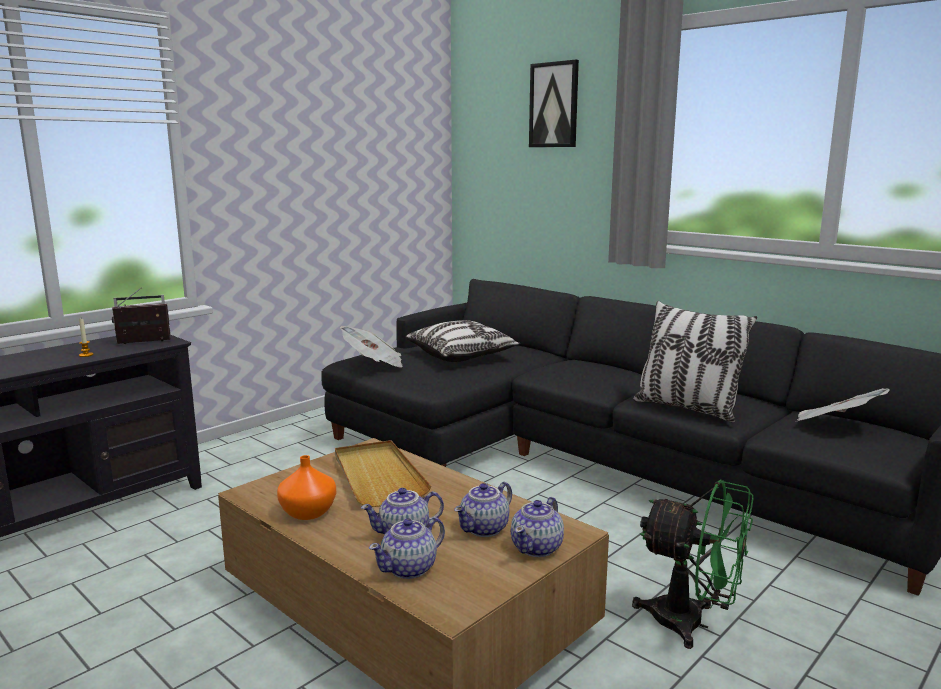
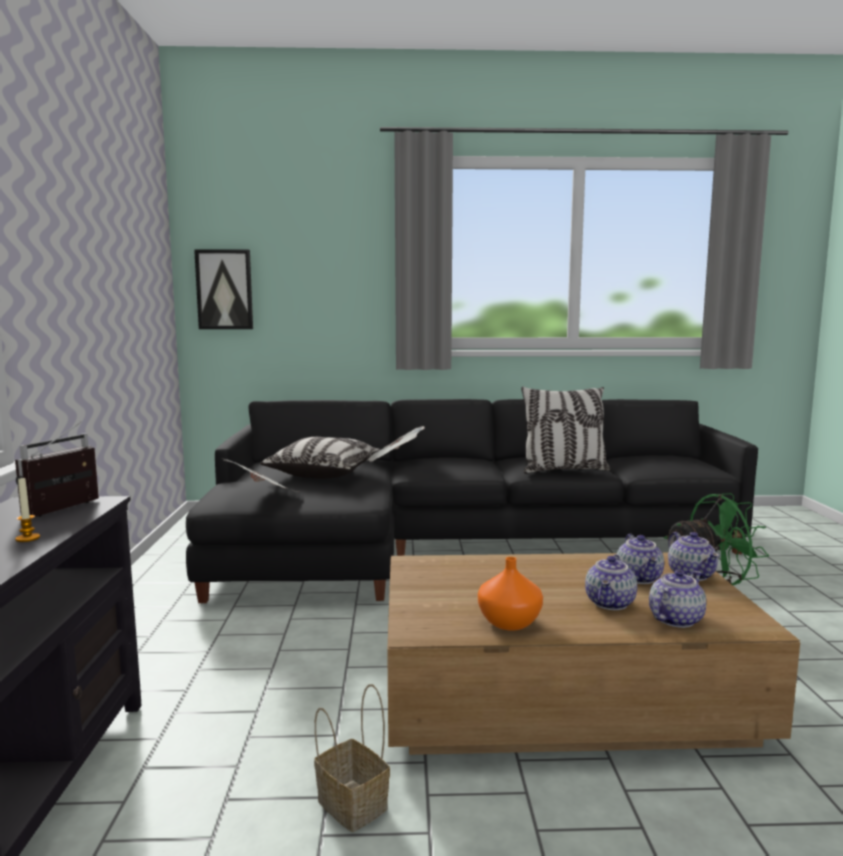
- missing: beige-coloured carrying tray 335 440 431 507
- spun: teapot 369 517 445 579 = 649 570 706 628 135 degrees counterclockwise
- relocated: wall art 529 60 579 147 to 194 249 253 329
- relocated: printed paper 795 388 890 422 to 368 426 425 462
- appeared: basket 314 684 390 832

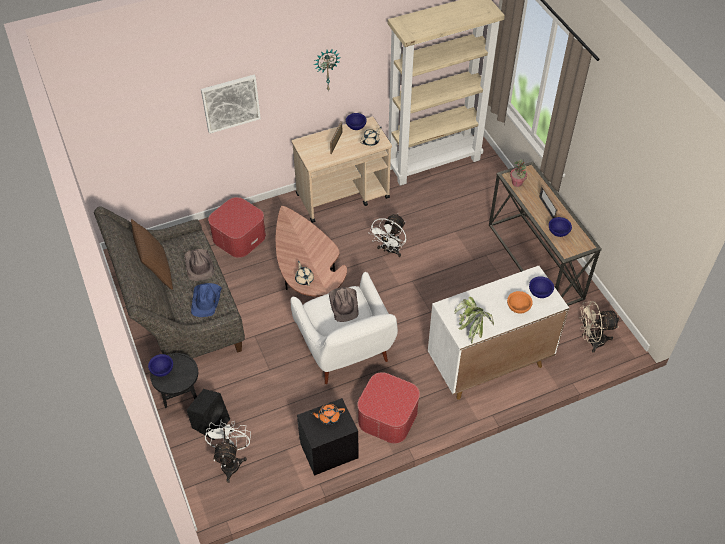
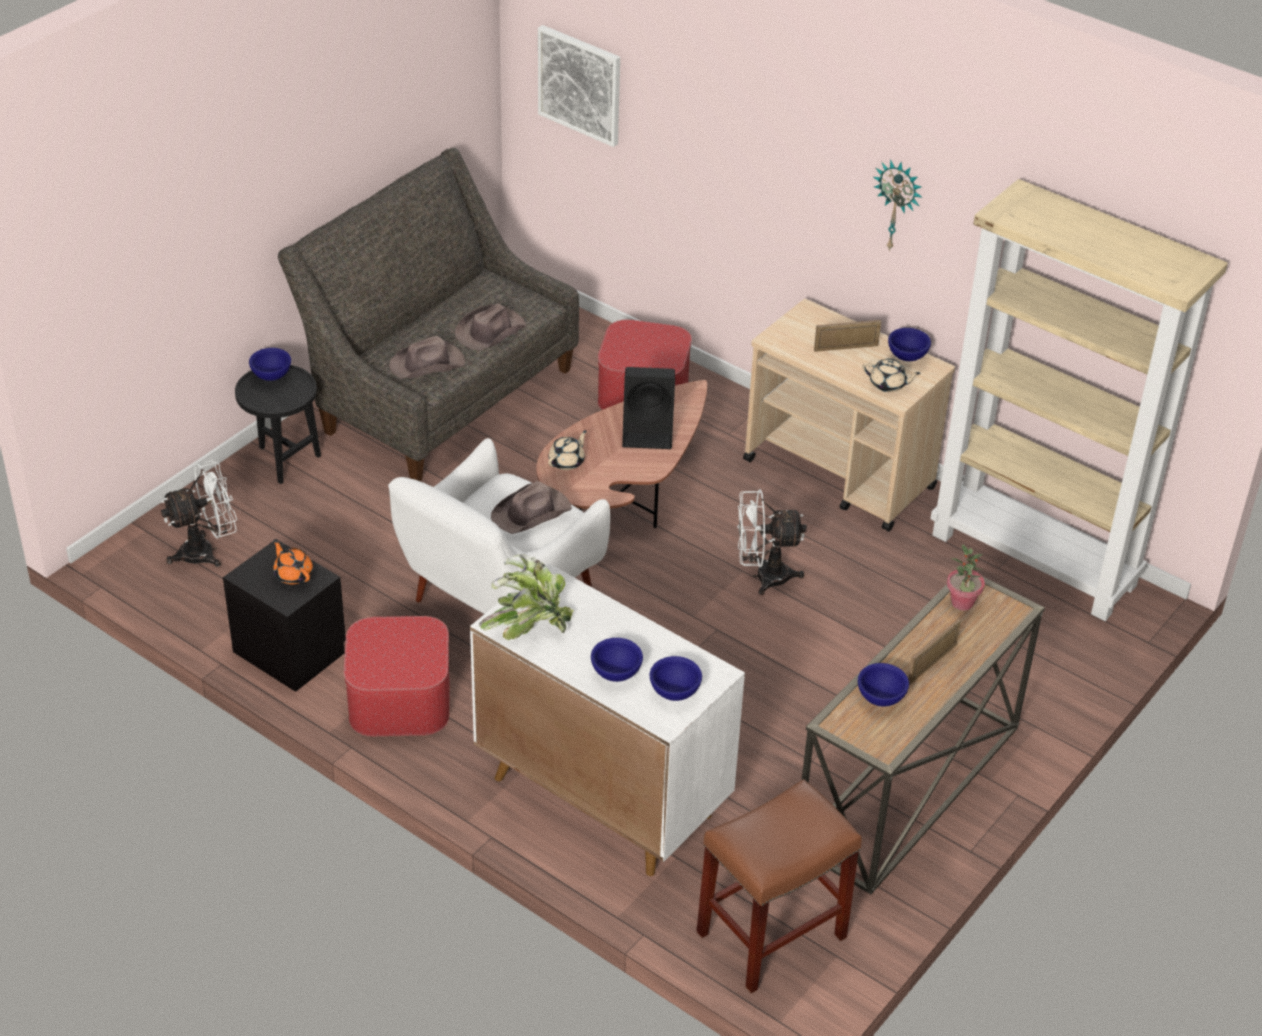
- missing: brown throw pillow 131 219 173 290
- relocated: black-coloured audio speaker 187 389 230 440 to 622 367 675 449
- colour: blue wearable hat 191 283 222 317 to brown wearable hat 389 336 465 378
- relocated: wall art 201 75 261 134 to 538 25 620 147
- colour: orangey deep dish 507 291 533 314 to blue deep dish 591 638 643 682
- exchanged: beige-coloured electric fan 579 301 619 353 to brown stool 696 779 862 994

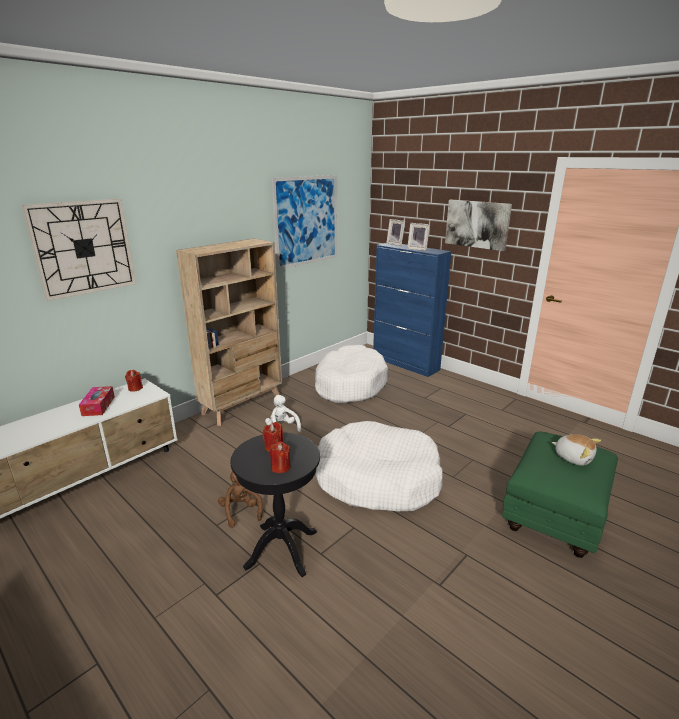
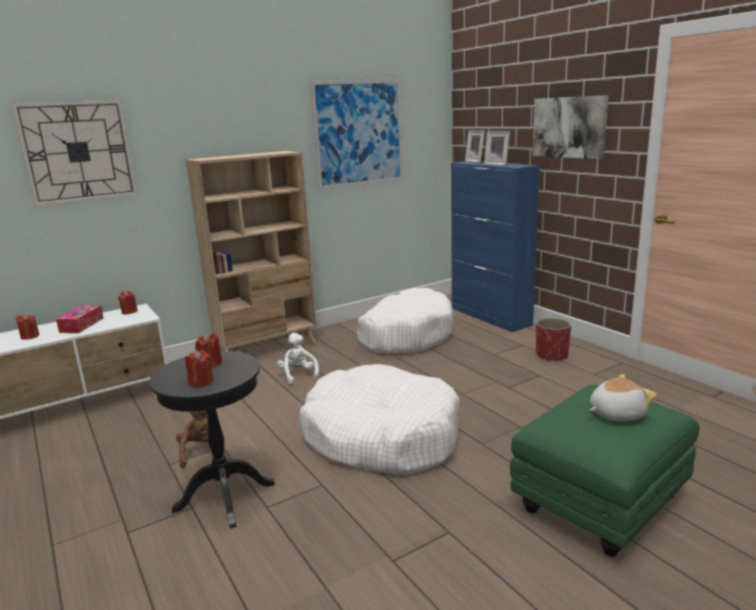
- spun: plush toy 552 434 601 466 = 590 374 656 421 75 degrees counterclockwise
- appeared: reddish wax light 16 314 40 340
- appeared: reddish plant pot 536 318 571 362

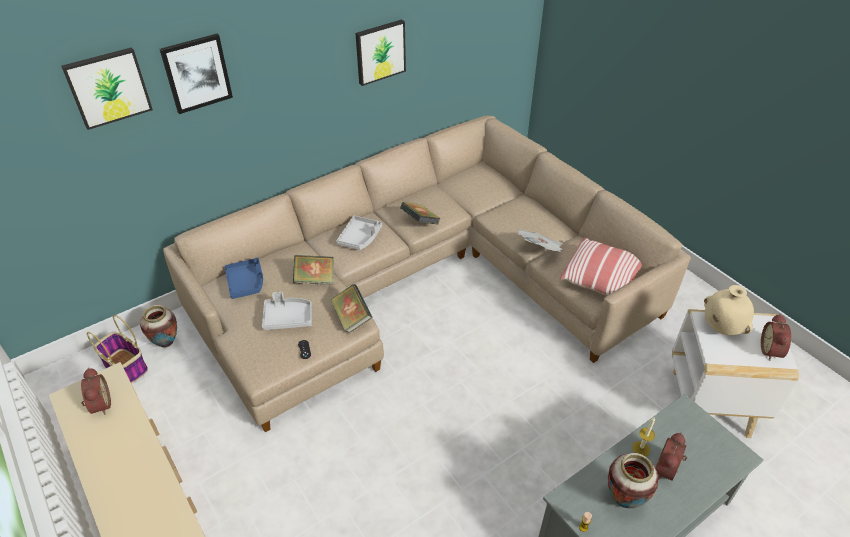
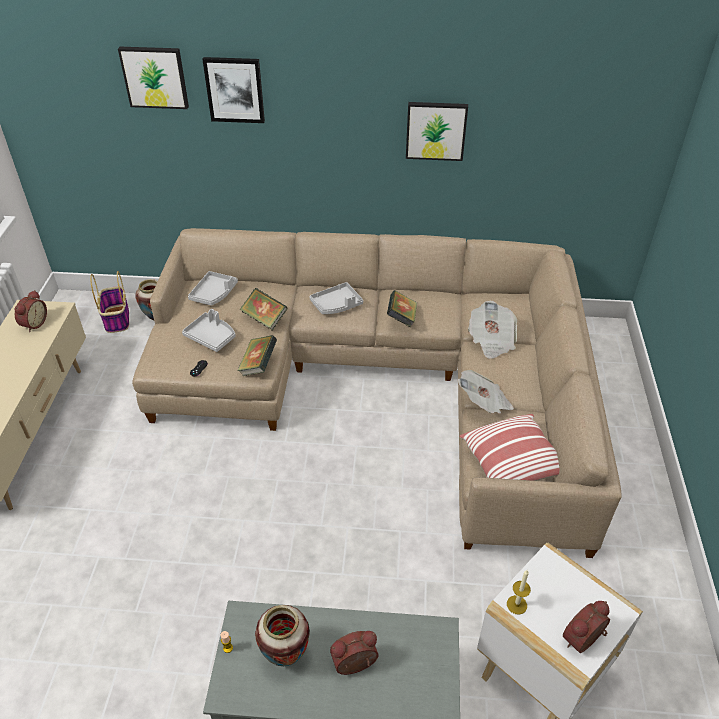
- colour: blue carrying tray 225 257 263 299 to greyish carrying tray 188 271 238 306
- relocated: wax light 632 417 655 456 to 507 570 531 615
- missing: beige-coloured flower vase 704 285 754 335
- appeared: printed paper 468 301 517 359

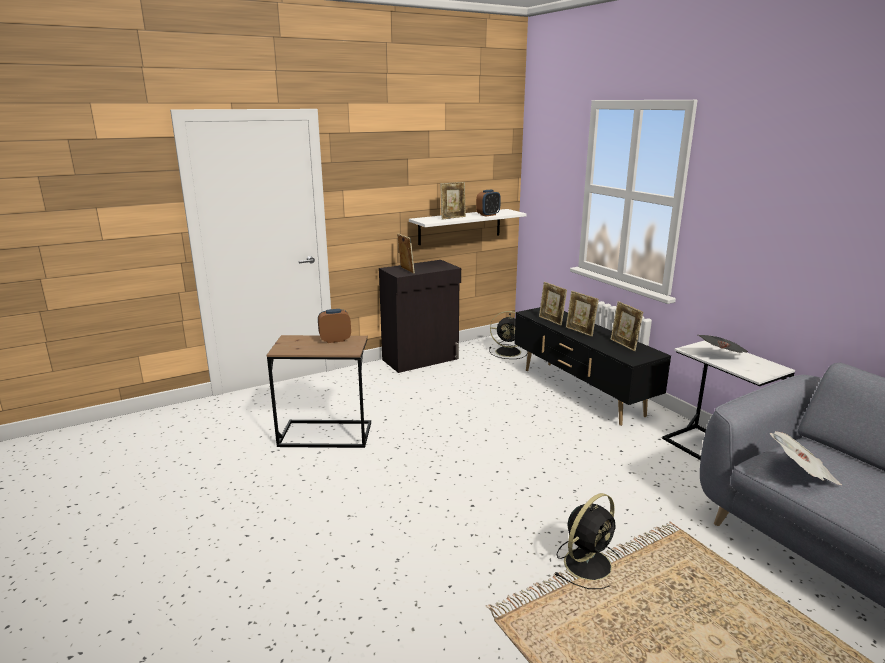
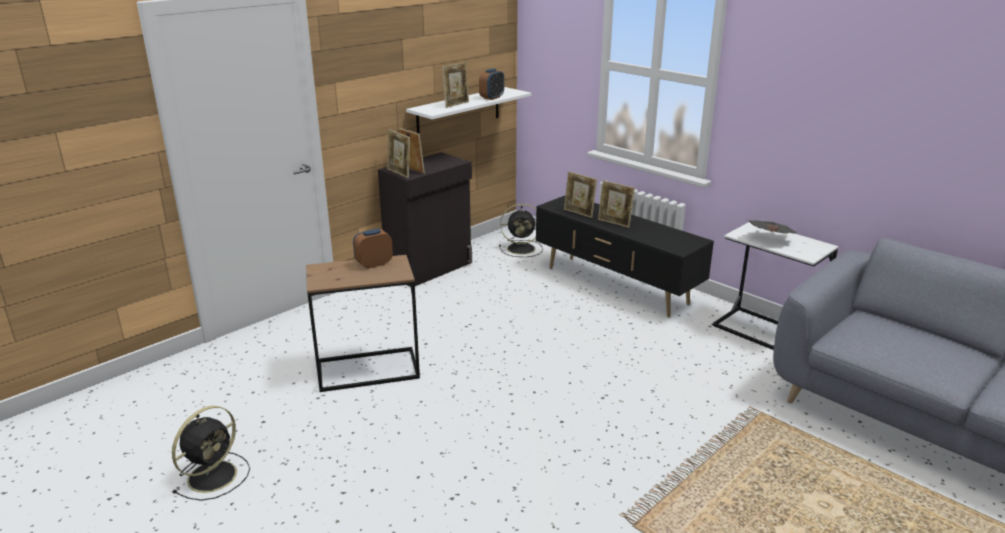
- relocated: black-coloured electric fan 554 493 620 589 to 172 406 250 501
- relocated: standing frame 610 301 643 351 to 388 129 410 178
- missing: printed paper 770 431 842 485

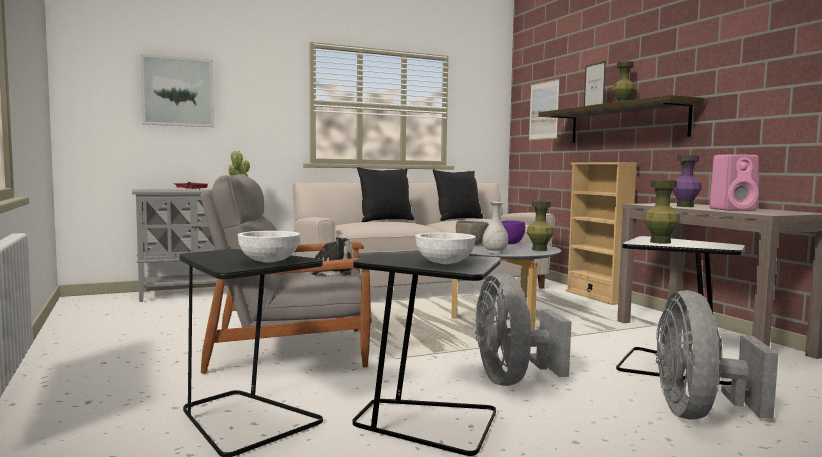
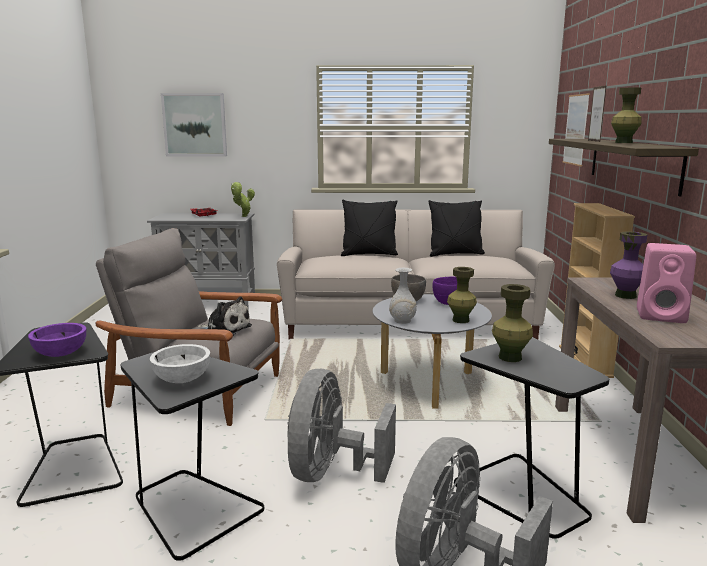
- colour: whitish deep dish 238 231 300 262 to purplish deep dish 28 323 86 357

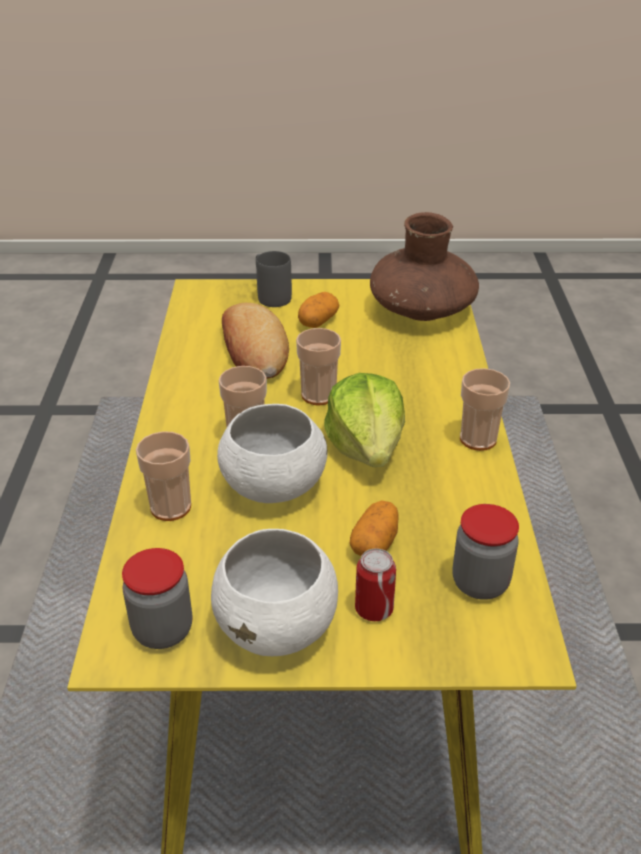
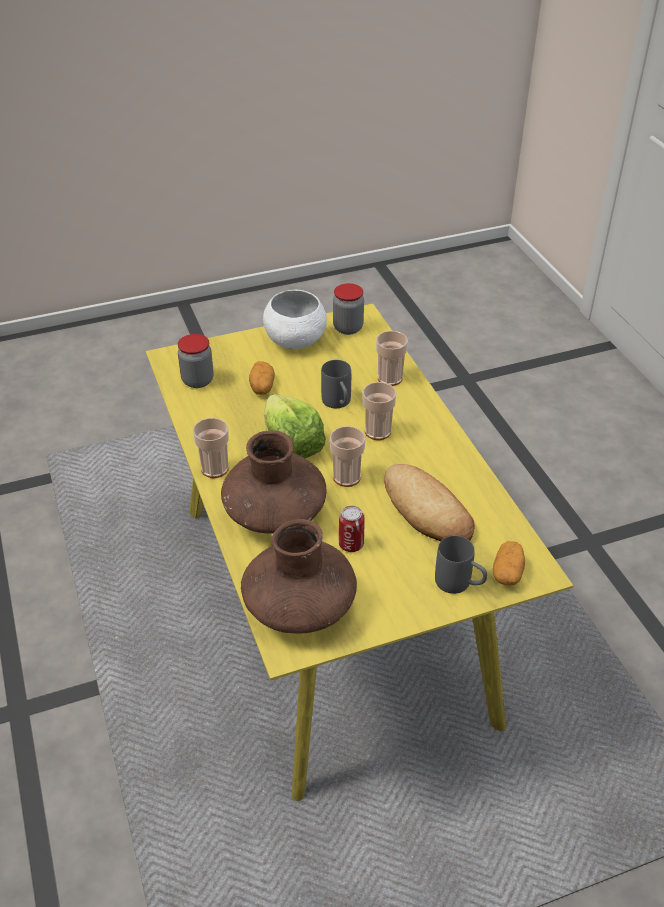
- exchanged: whitish deep dish 217 404 327 503 to greyish mug 321 360 351 408
- relocated: potato 298 292 340 328 to 493 541 525 586
- relocated: can 355 548 396 621 to 339 506 365 552
- appeared: brown flower vase 221 430 327 533

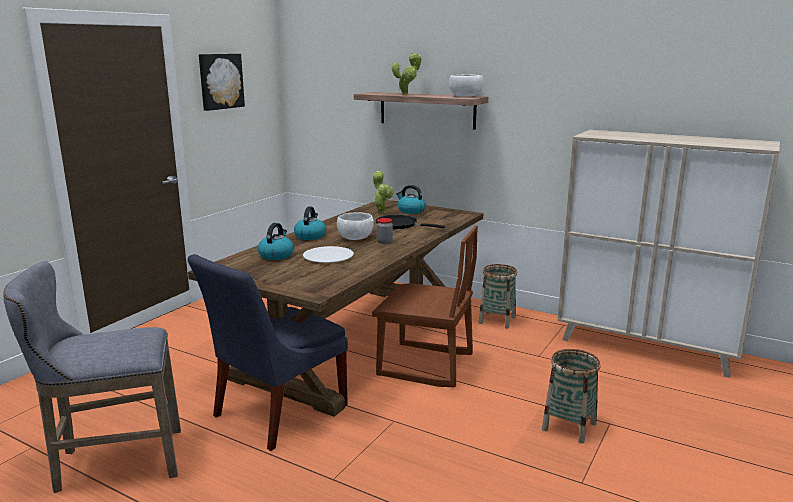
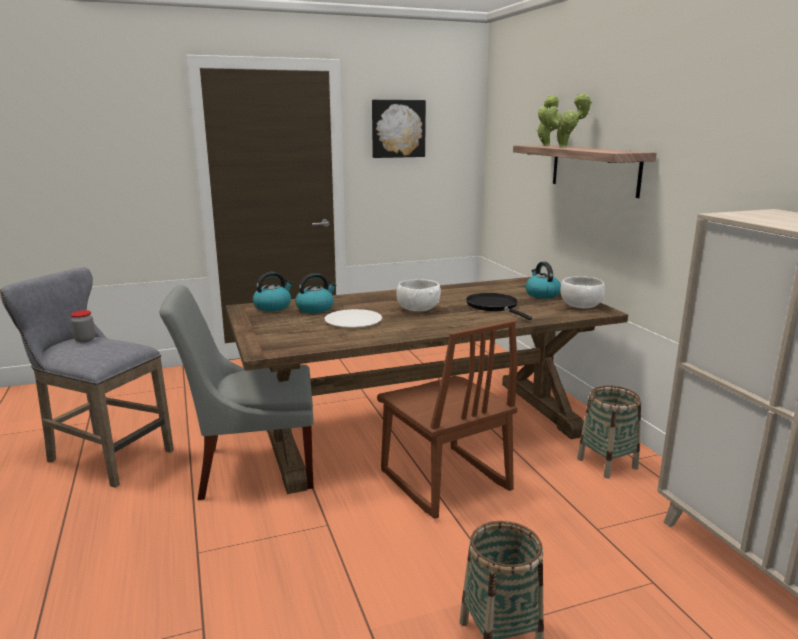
- colour: blue upright chair 188 254 348 451 to greyish upright chair 159 285 314 500
- relocated: kettle 294 207 326 240 to 253 272 293 311
- relocated: potted plant 373 171 393 213 to 536 95 563 146
- relocated: jar 376 218 393 244 to 70 310 95 342
- relocated: whitish deep dish 449 74 484 97 to 561 277 605 308

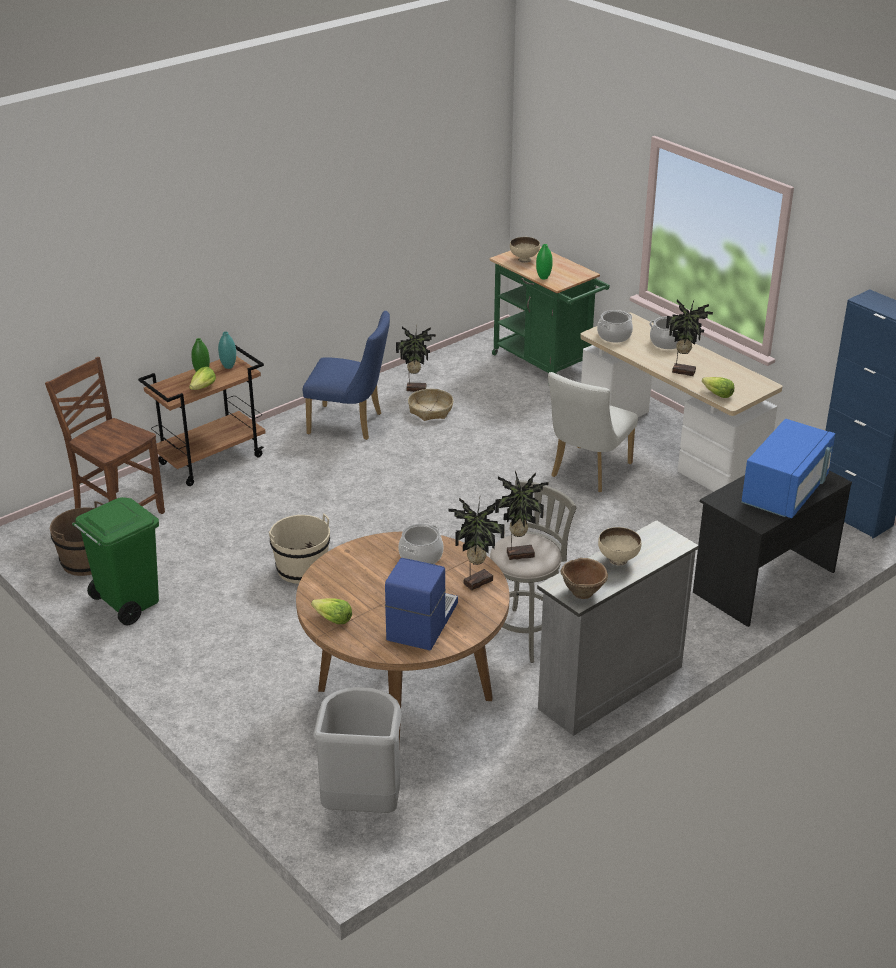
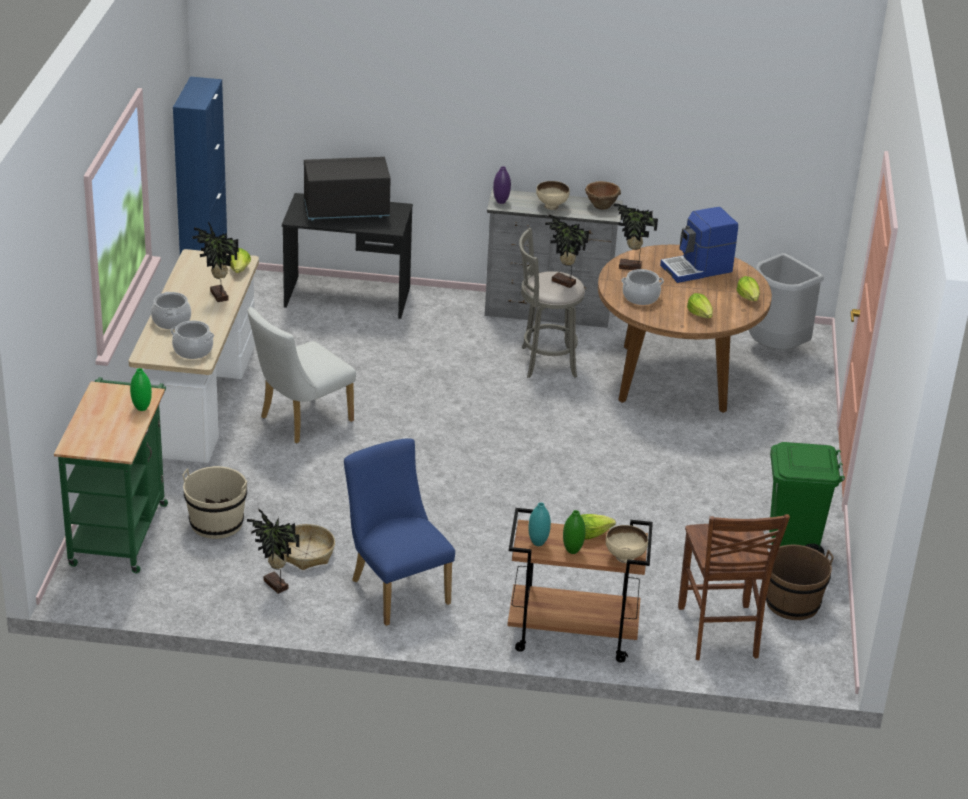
- relocated: beige-coloured water bucket 269 514 330 584 to 182 466 247 539
- relocated: beige-coloured deep dish 510 237 540 263 to 606 525 648 563
- spun: whitish upright chair 548 372 638 492 = 247 307 356 443 150 degrees clockwise
- colour: blue kitchen microwave 741 419 835 518 to black-coloured kitchen microwave 304 157 391 221
- appeared: purplish flower vase 493 166 511 204
- appeared: lettuce 687 293 713 318

